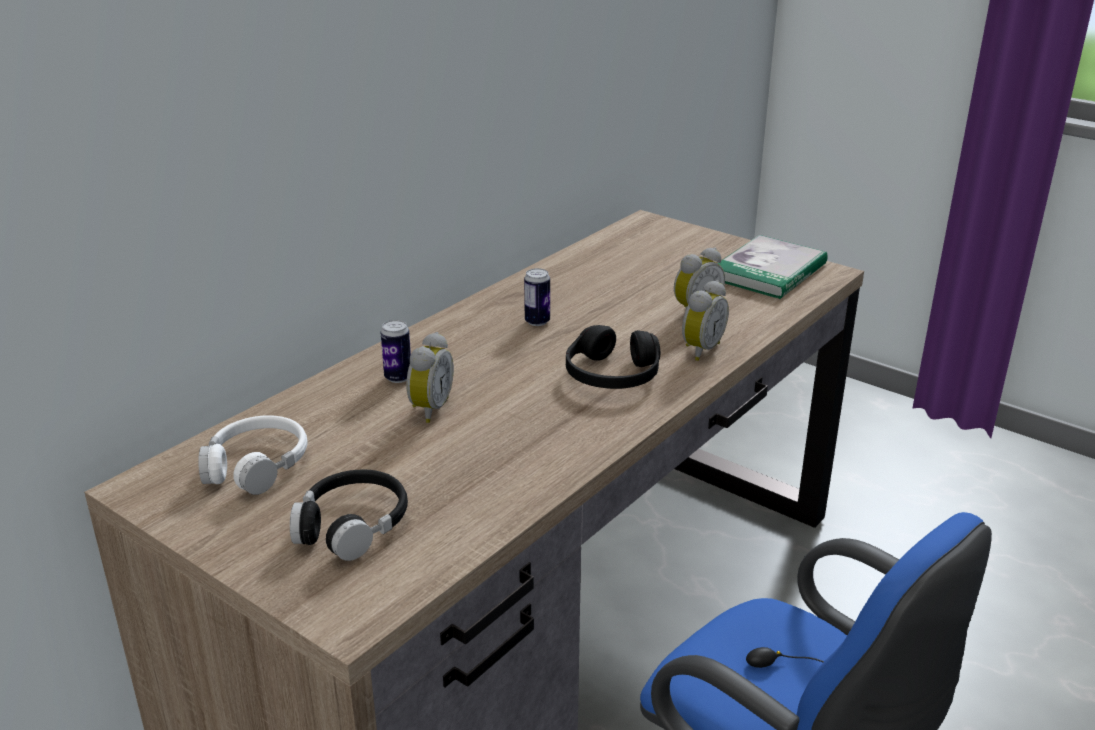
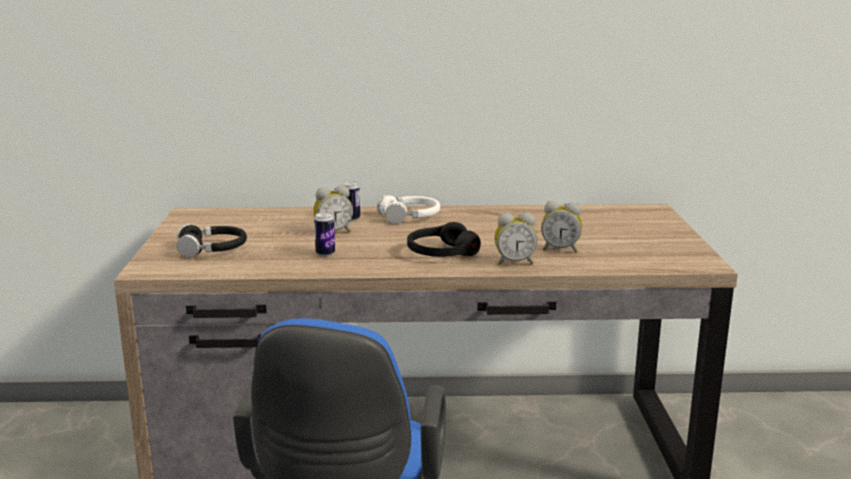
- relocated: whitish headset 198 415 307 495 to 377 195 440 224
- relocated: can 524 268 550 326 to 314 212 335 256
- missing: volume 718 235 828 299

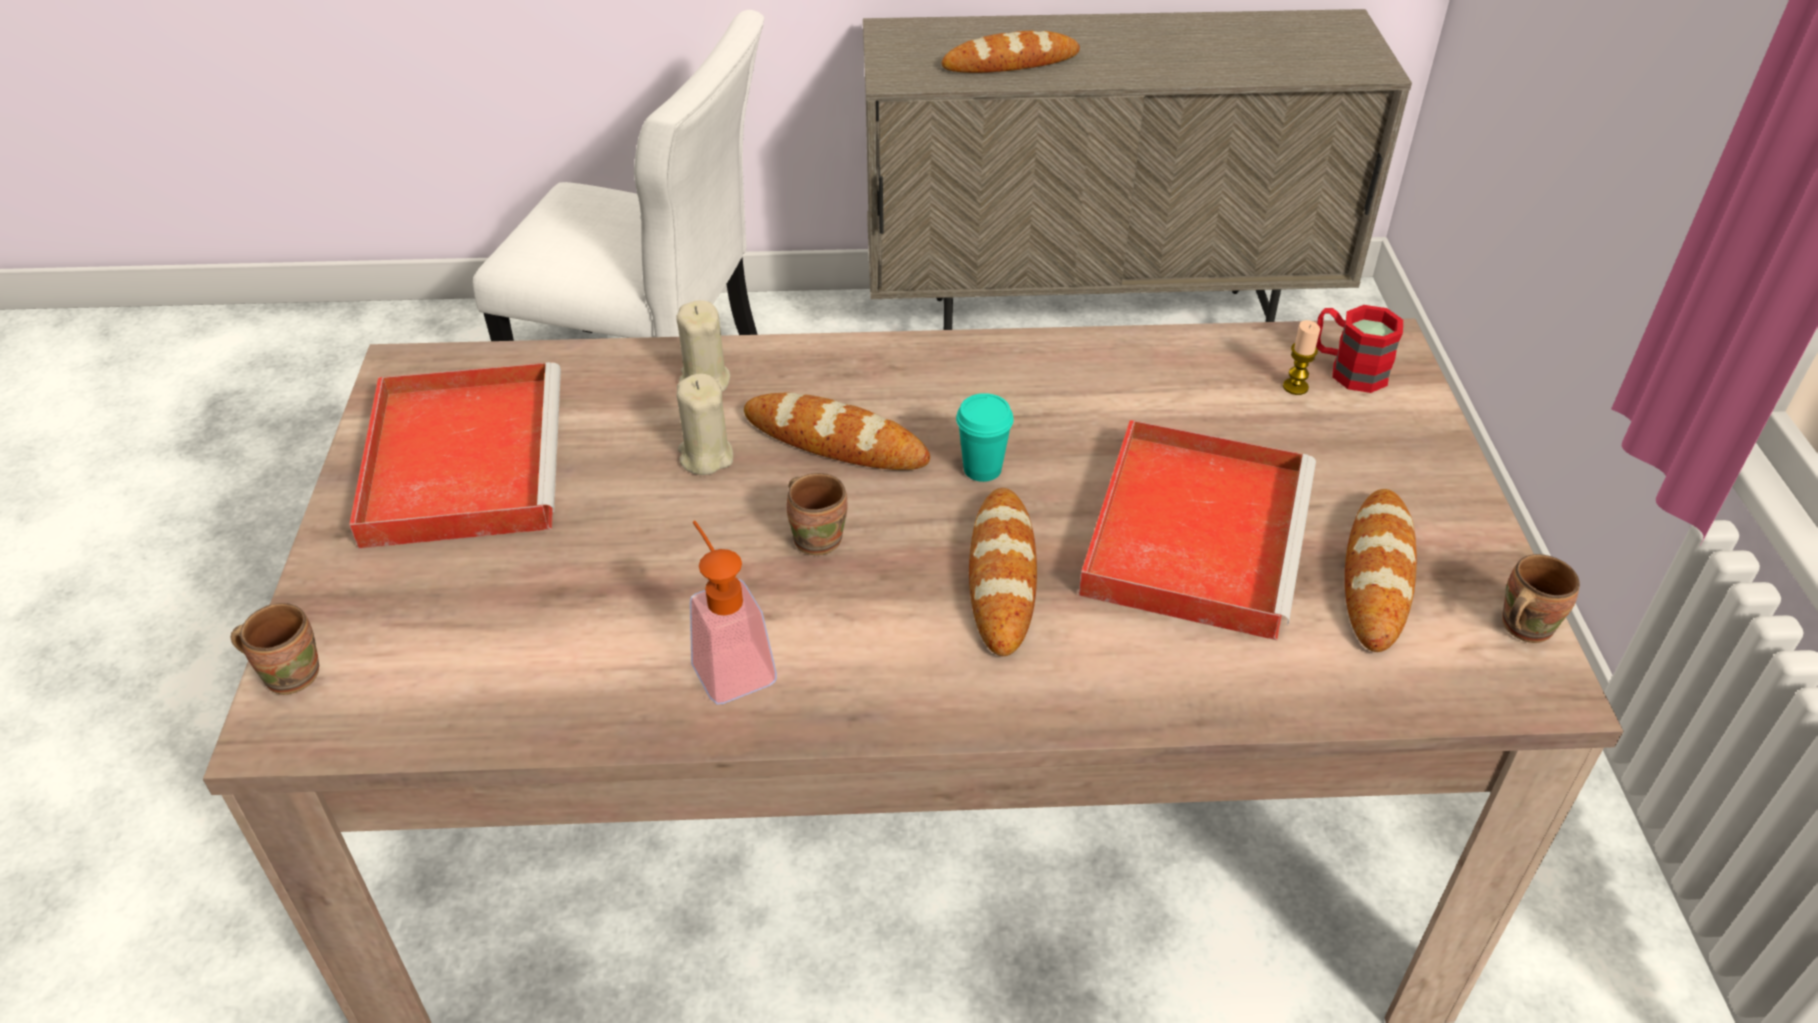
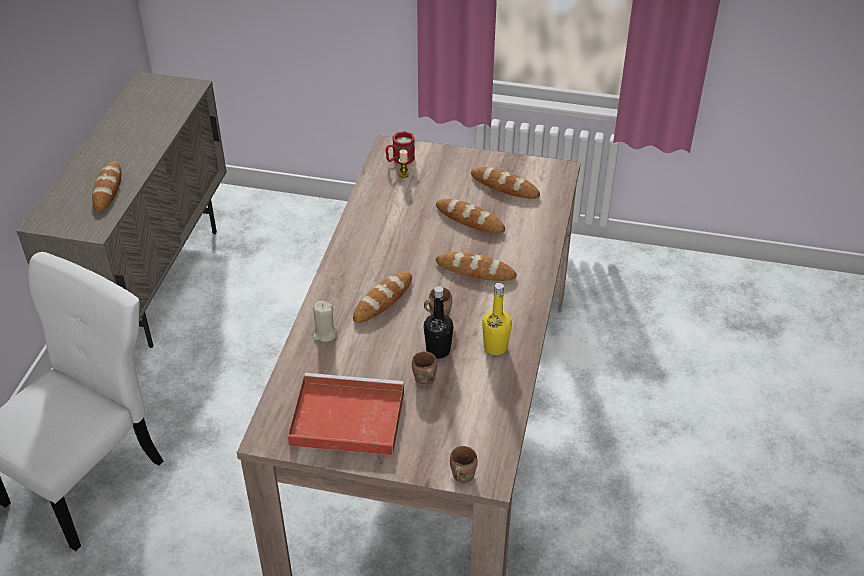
- missing: beige-coloured wax light 676 374 733 475
- exchanged: soap bottle 690 521 777 705 to yellowish drink bottle 482 283 512 355
- missing: turquoise-coloured drinking cup 956 393 1014 482
- exchanged: reddish carrying tray 1078 420 1316 640 to bakery bread 436 199 505 233
- relocated: brown mug 1502 554 1580 643 to 412 351 437 386
- appeared: black-coloured drink bottle 424 286 454 359

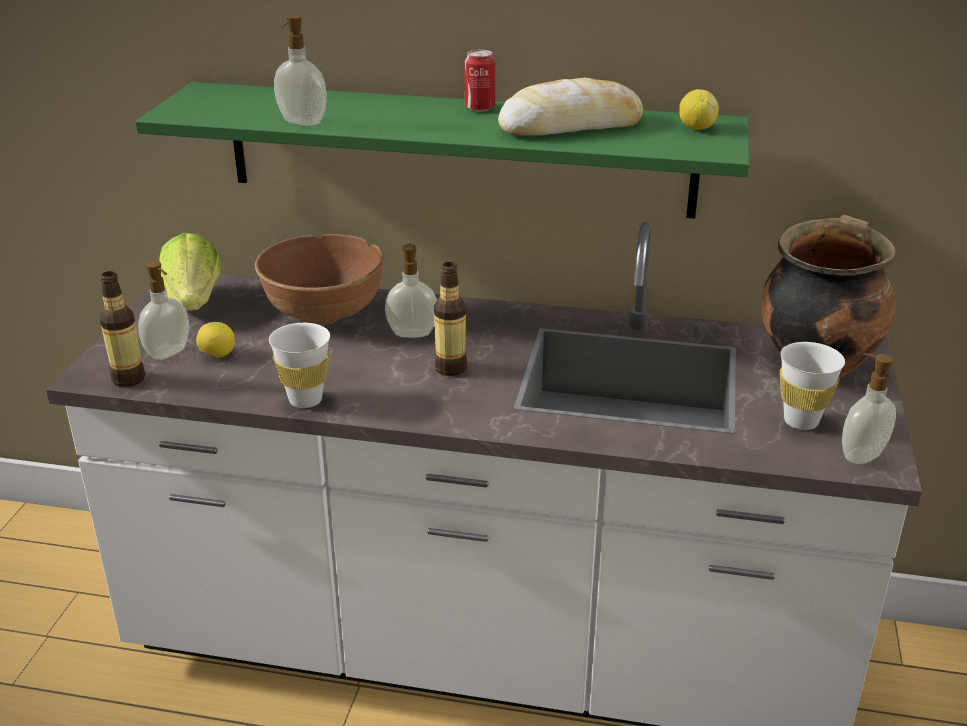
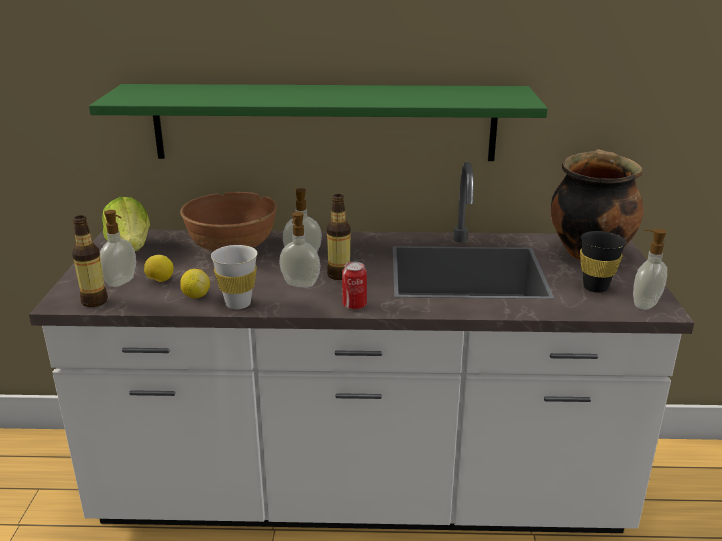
- relocated: soap bottle 274 15 327 126 to 279 212 320 288
- relocated: can 465 50 495 112 to 342 262 367 310
- missing: bakery bread 498 78 643 136
- relocated: whole lemon 679 89 719 130 to 180 269 210 298
- colour: whitish drinking cup 780 342 845 430 to black-coloured drinking cup 580 231 626 293

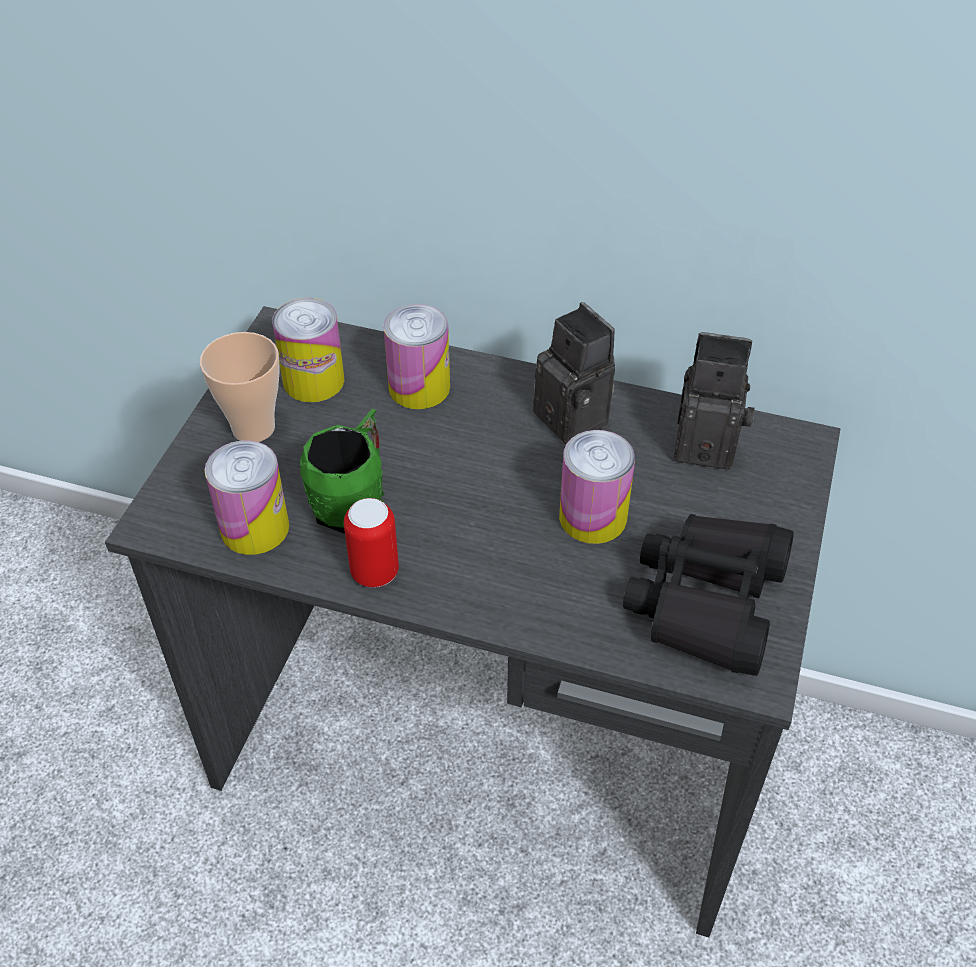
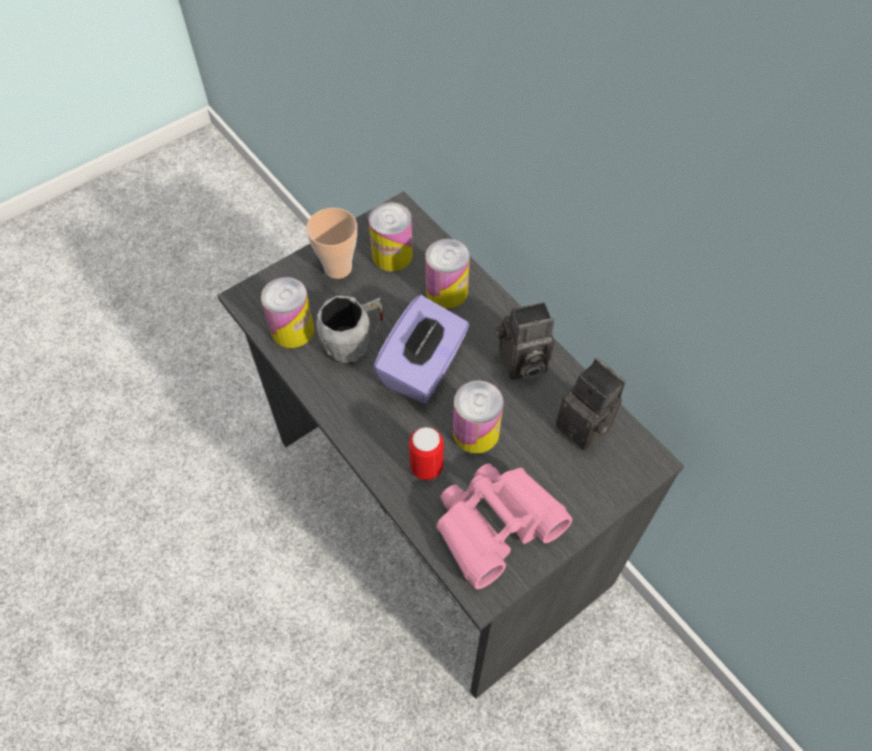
- colour: greenish mug 300 409 384 534 to greyish mug 316 296 383 364
- relocated: can 344 498 399 588 to 409 427 444 480
- spun: still camera 533 302 615 444 = 496 302 554 379 75 degrees clockwise
- colour: black-coloured field glasses 623 514 794 676 to pink field glasses 436 464 572 589
- appeared: purplish tissue holder 373 295 469 403

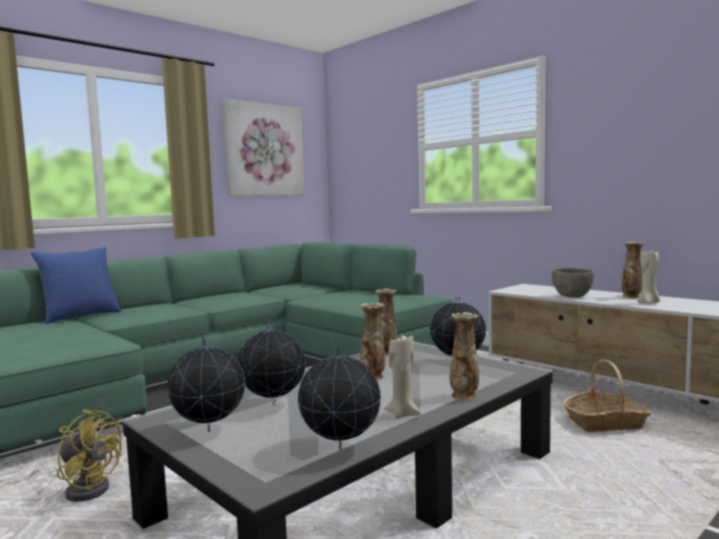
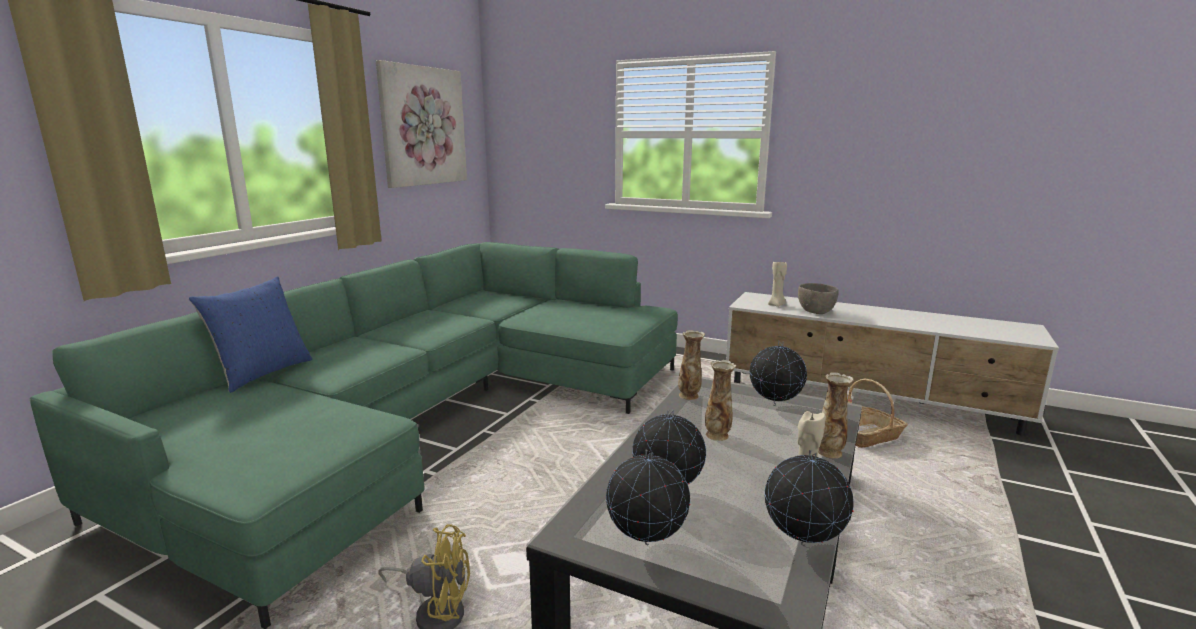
- missing: flower vase 621 241 645 298
- relocated: beige-coloured wax light 637 250 660 304 to 768 262 787 307

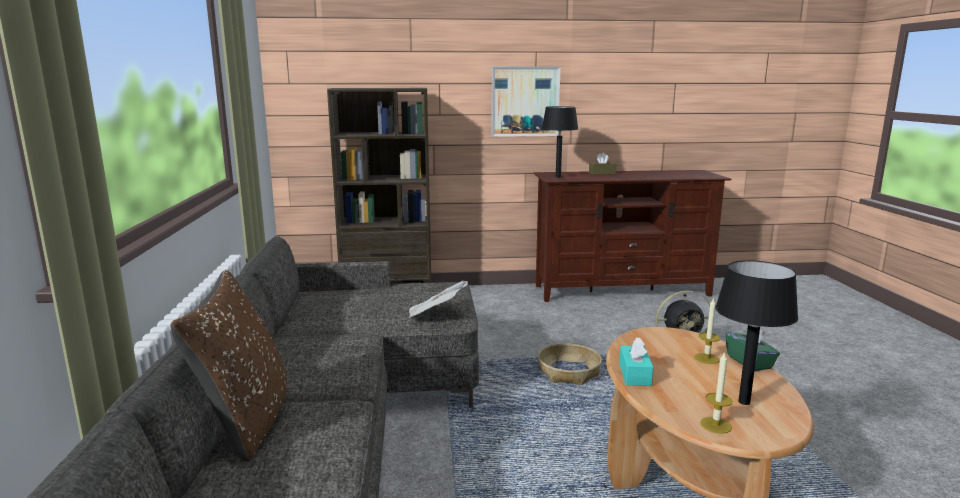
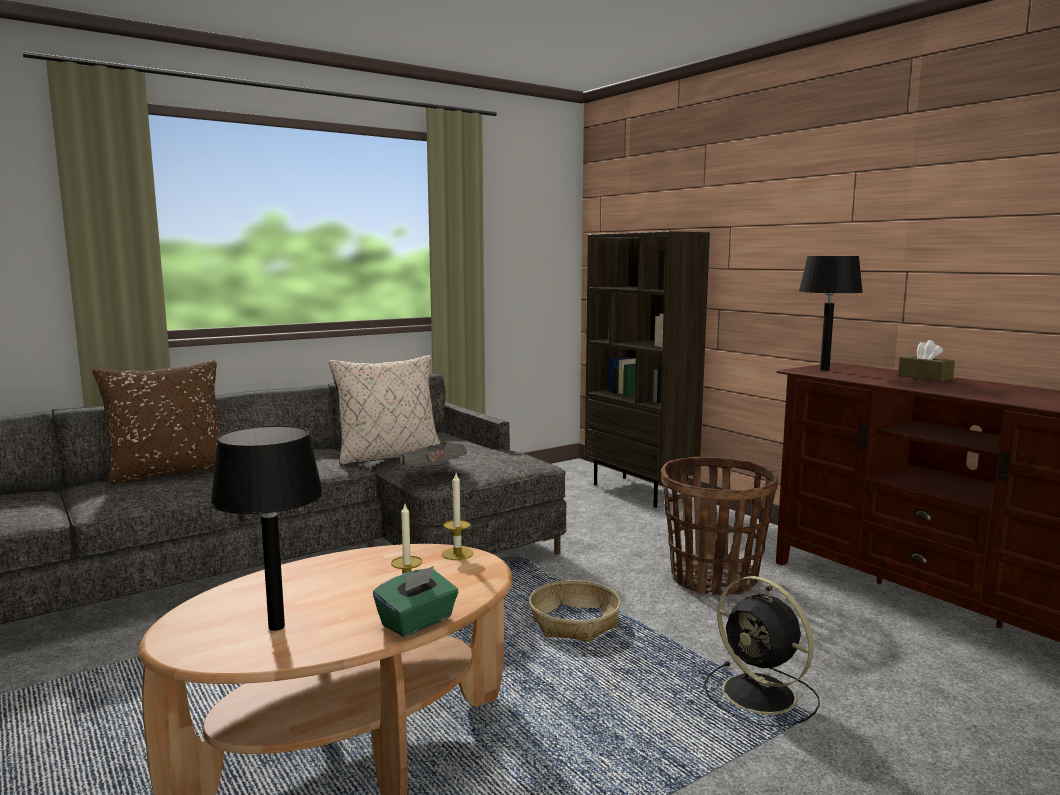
- missing: wall art 491 66 561 137
- missing: turquoise-coloured tissue holder 619 337 653 386
- relocated: wax light 700 351 733 434 to 442 473 473 560
- appeared: beige-coloured throw pillow 329 355 440 465
- appeared: basket 661 457 778 596

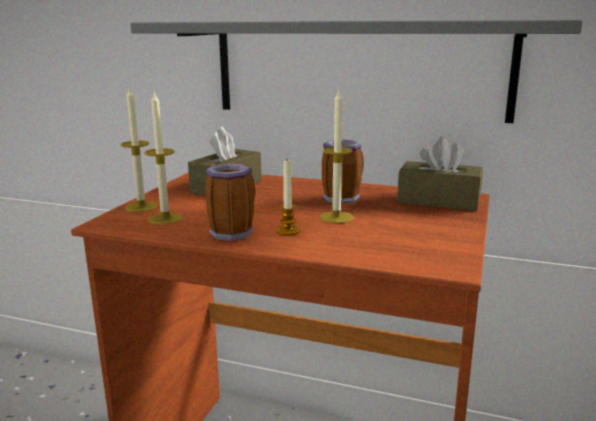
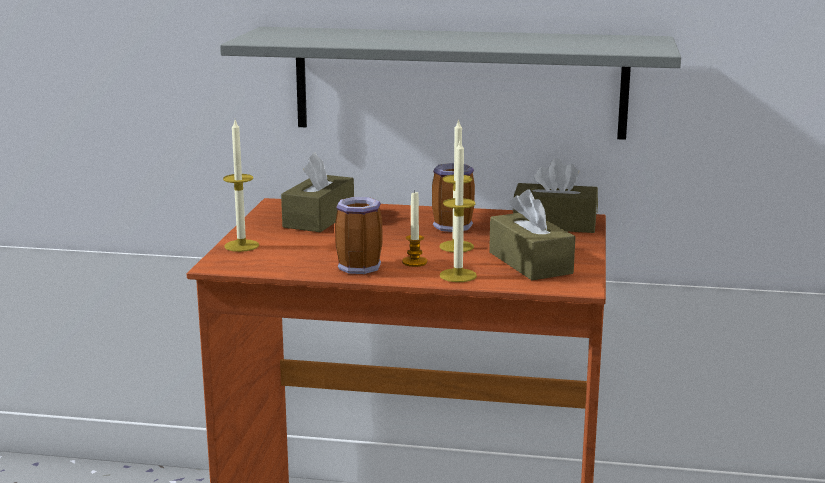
- relocated: wax light 144 91 183 225 to 440 141 477 282
- appeared: brown tissue holder 489 190 575 280

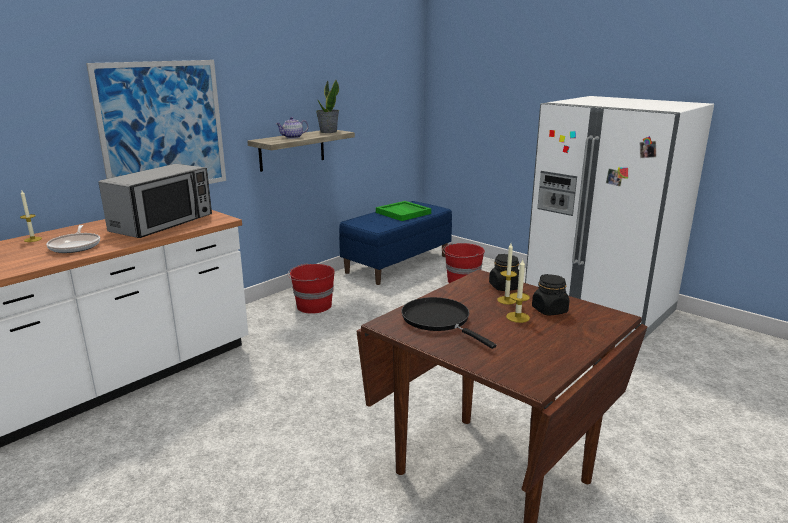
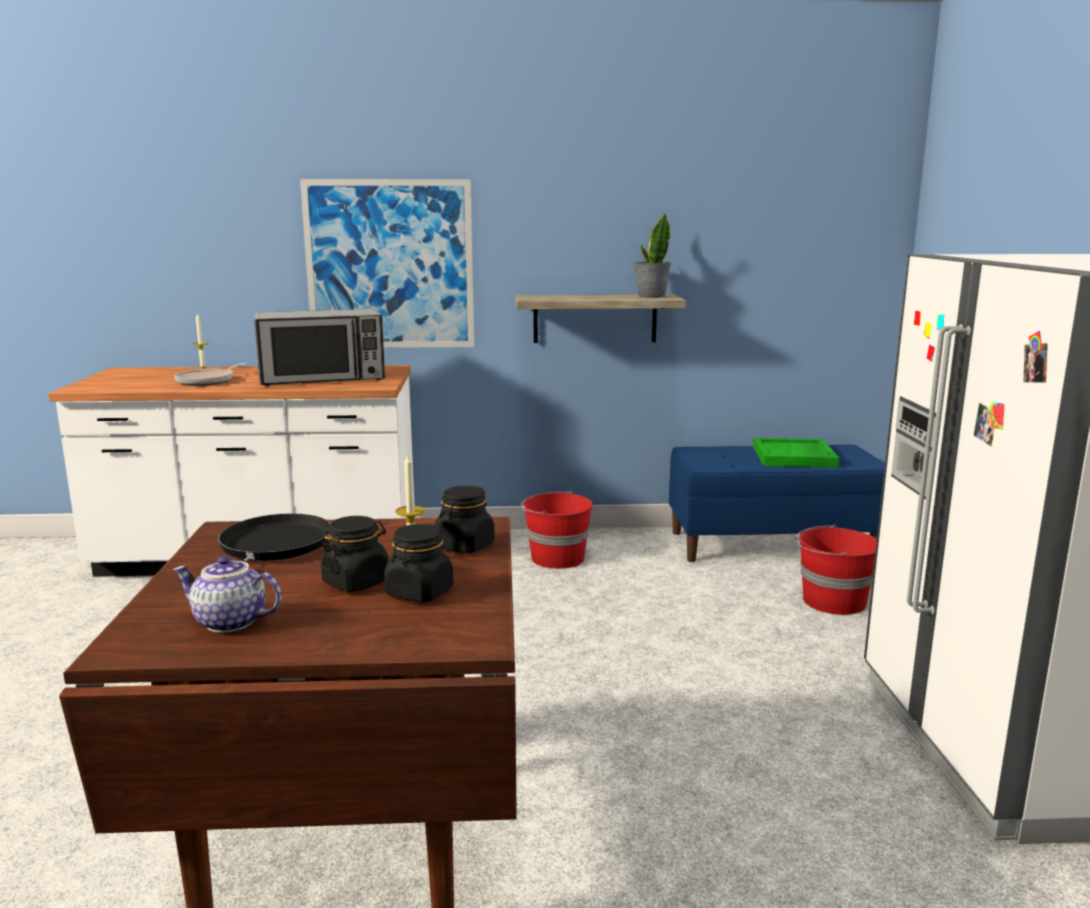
- relocated: teapot 276 117 309 139 to 173 556 282 633
- exchanged: wax light 506 260 530 323 to black-coloured jar 321 516 389 592

